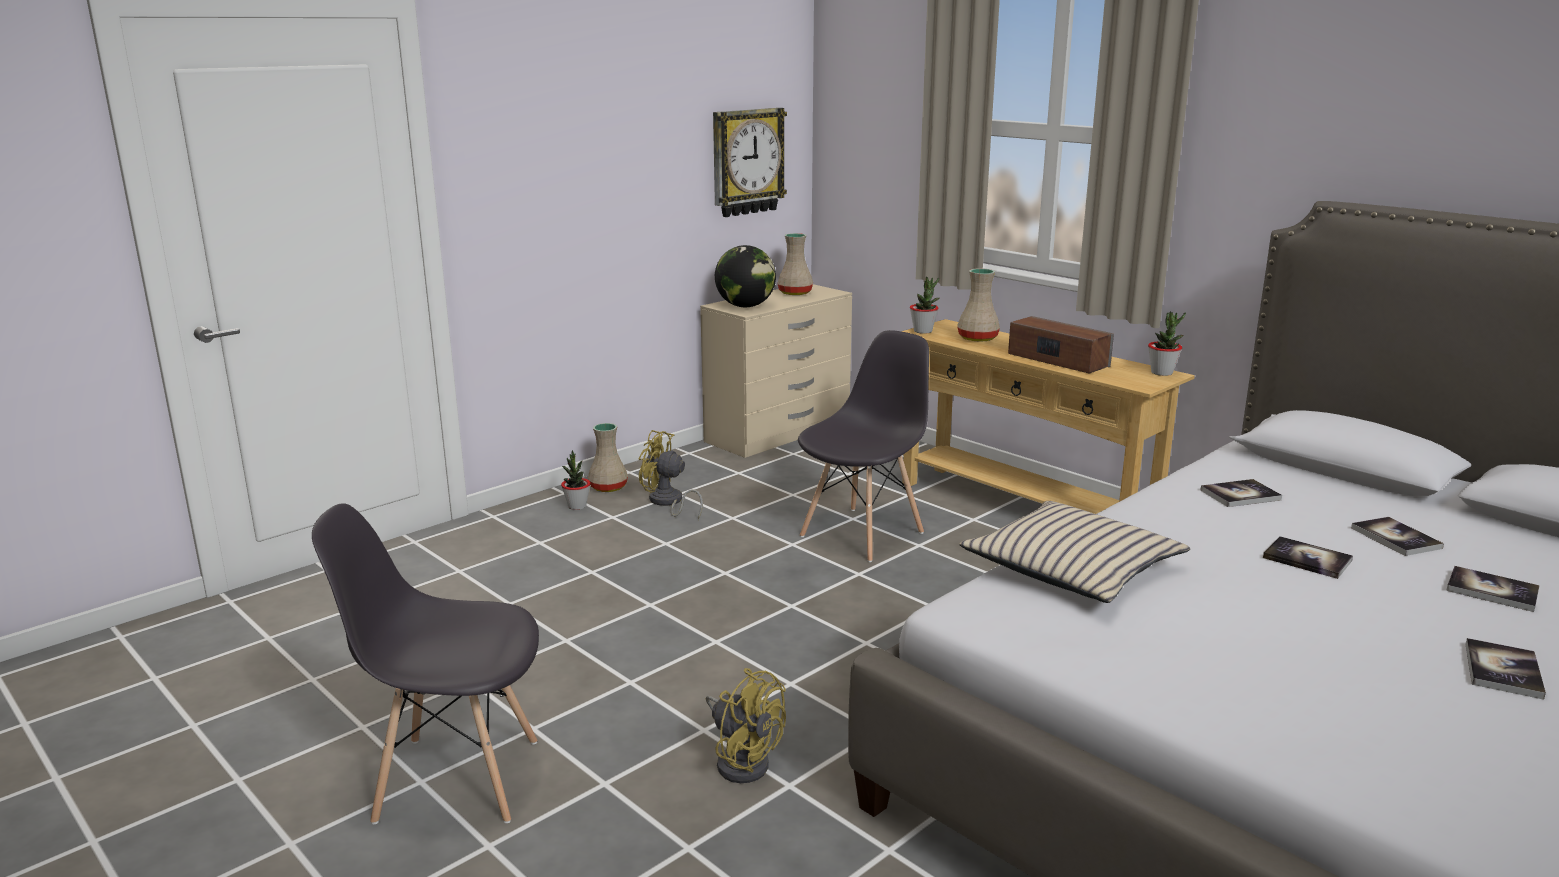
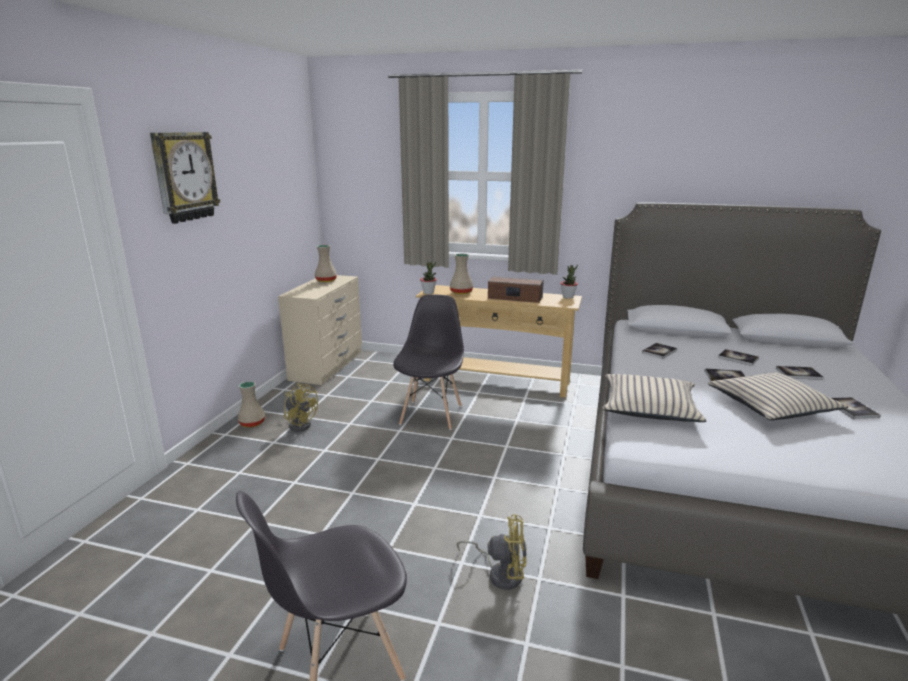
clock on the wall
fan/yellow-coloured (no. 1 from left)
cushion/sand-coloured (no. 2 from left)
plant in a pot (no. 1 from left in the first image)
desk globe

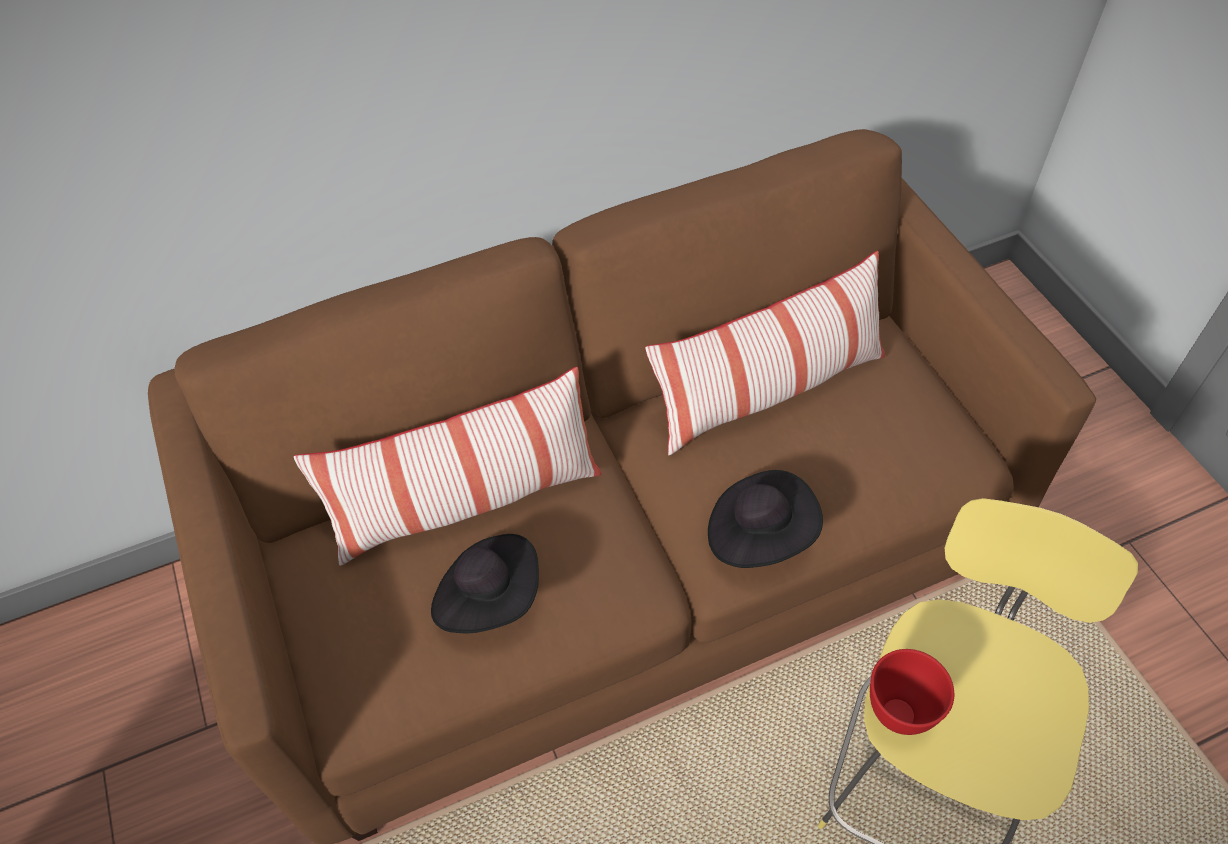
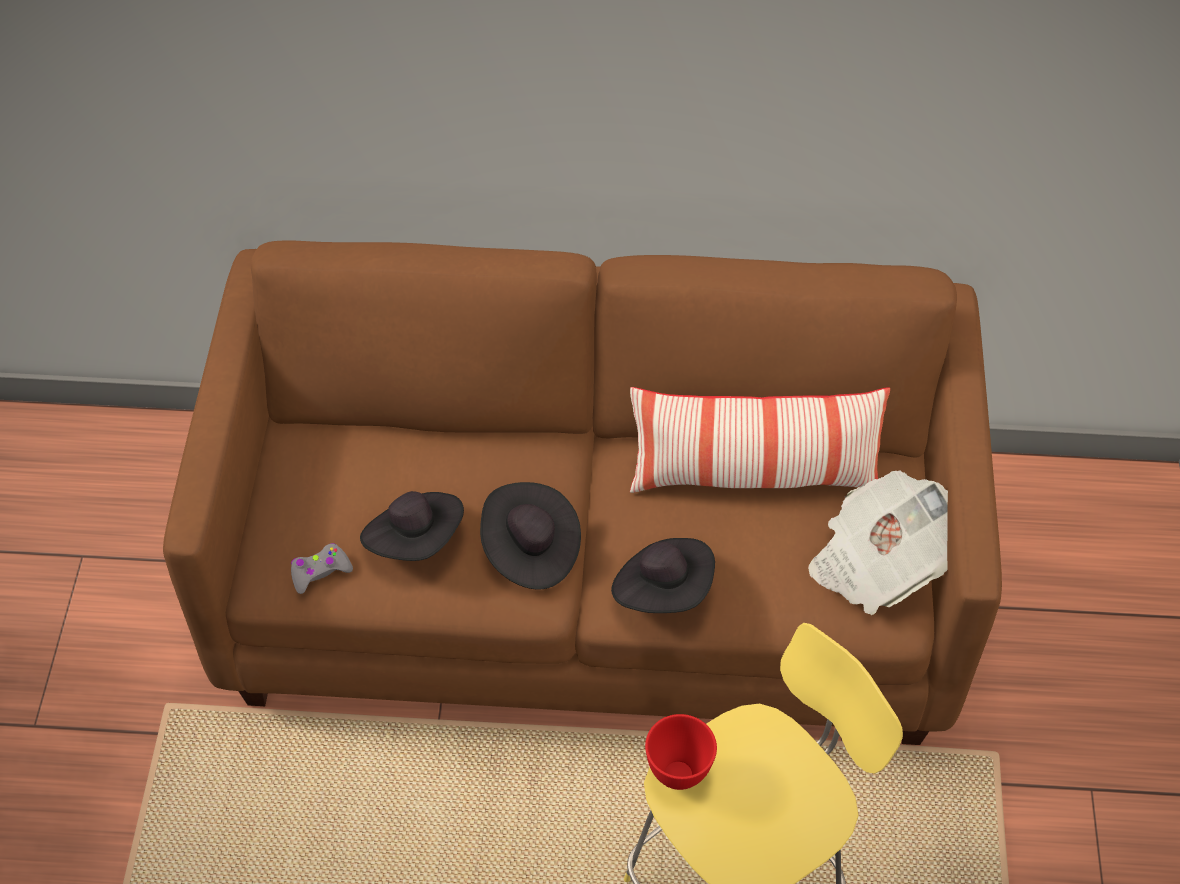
joypad/gray
clothing hat/black-coloured (no. 2 from left)
printed paper
cushion (no. 1 from left in the first image)

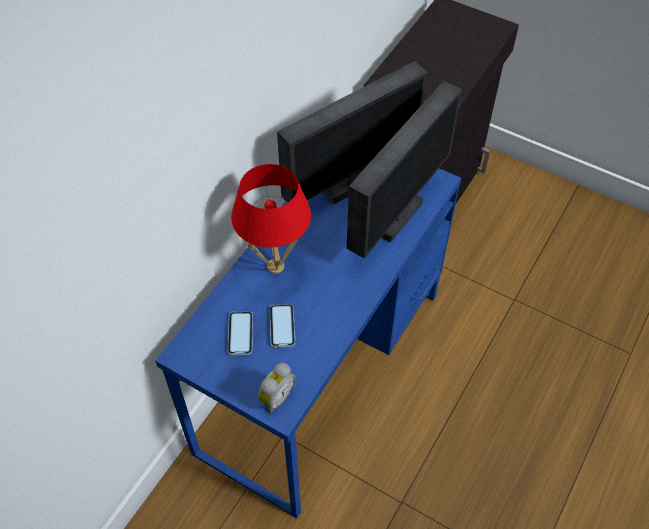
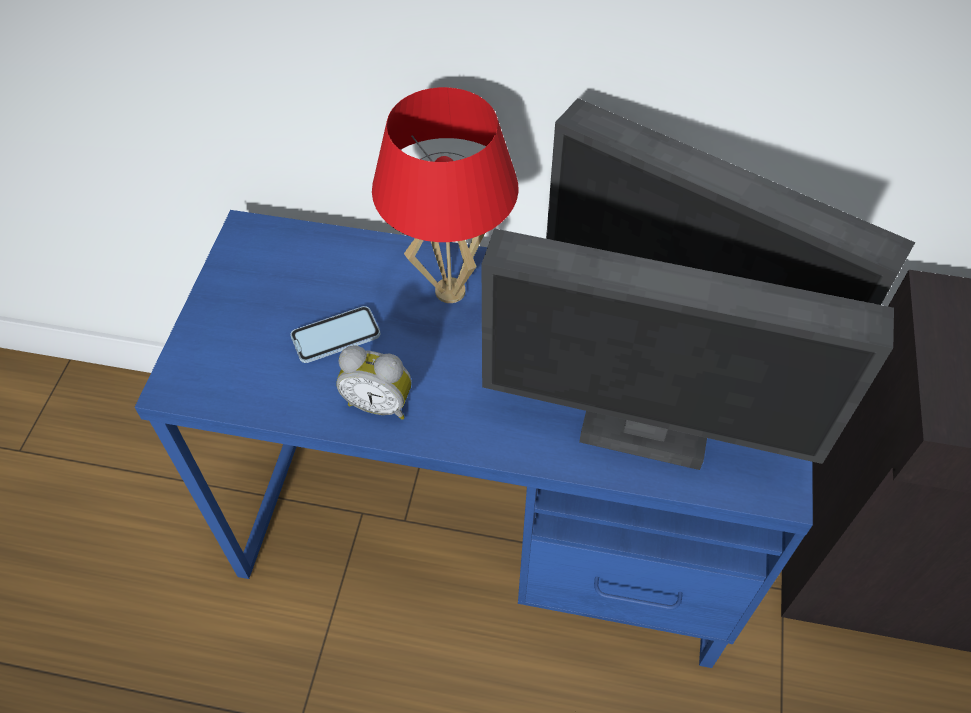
table clock
handset (no. 1 from left in the first image)

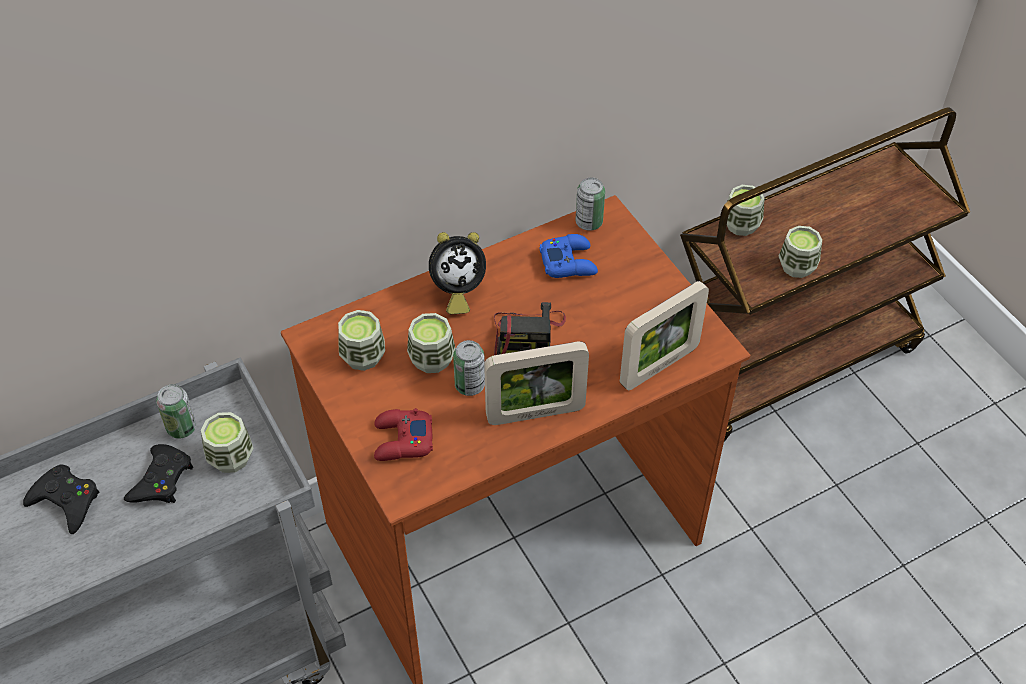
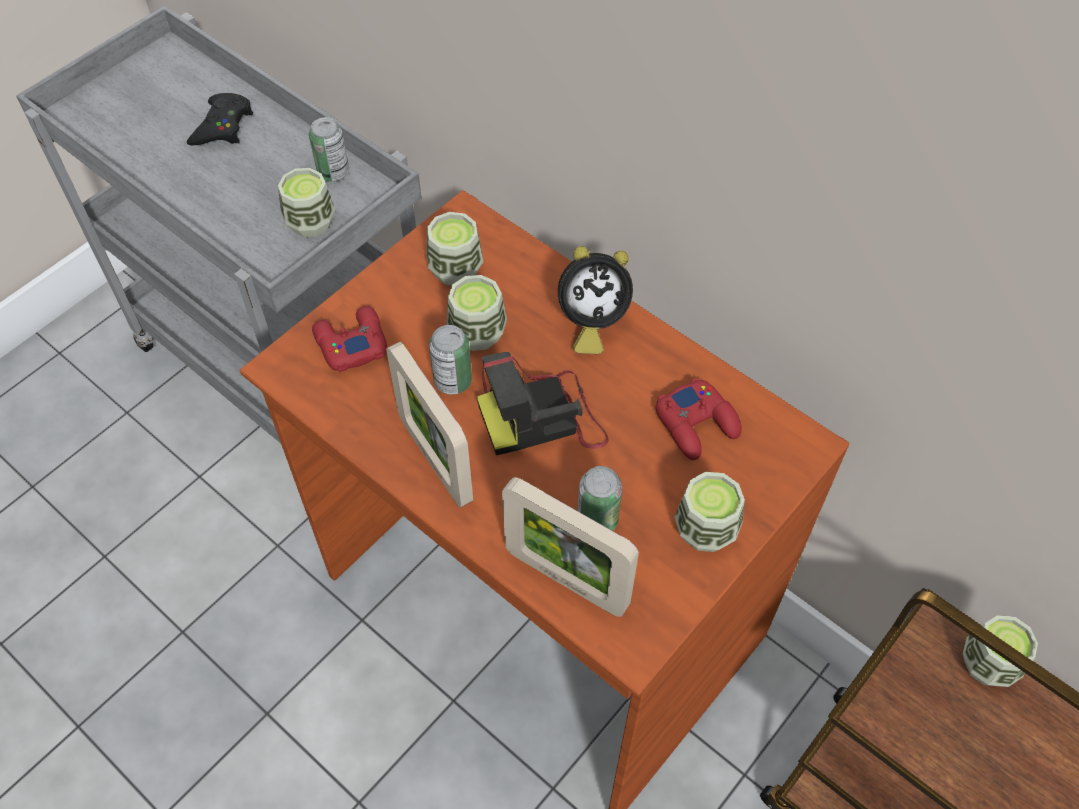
table clock
metal can (no. 3 from left)
joypad/reddish (no. 2 from left)
small cup (no. 4 from left)
joypad/black-coloured (no. 2 from left in the first image)

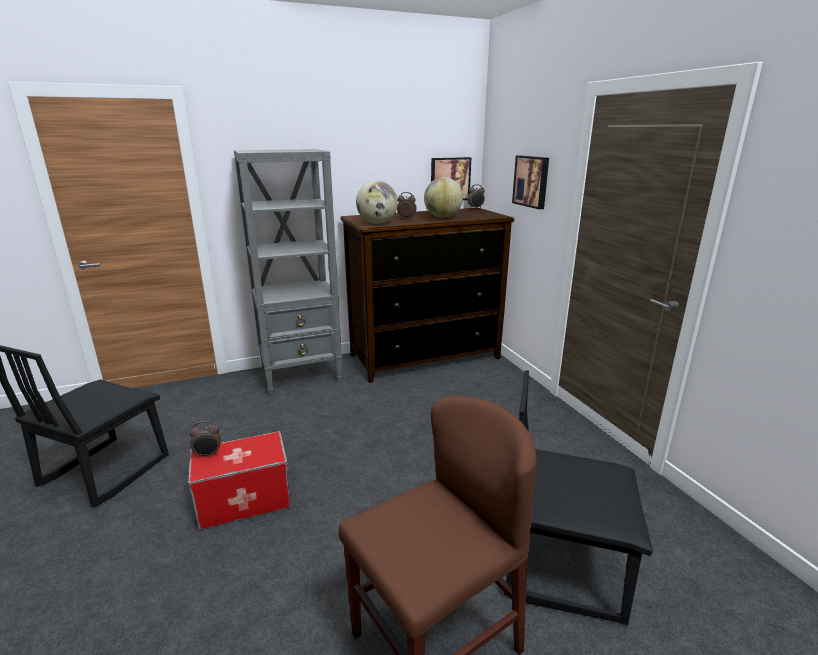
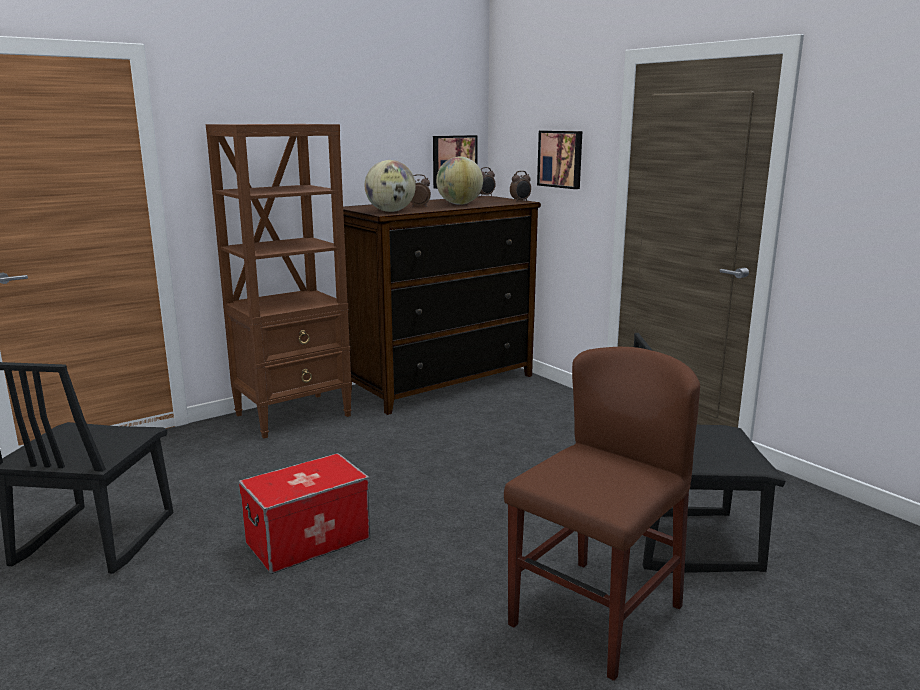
shelving unit/brown
table clock (no. 3 from left)

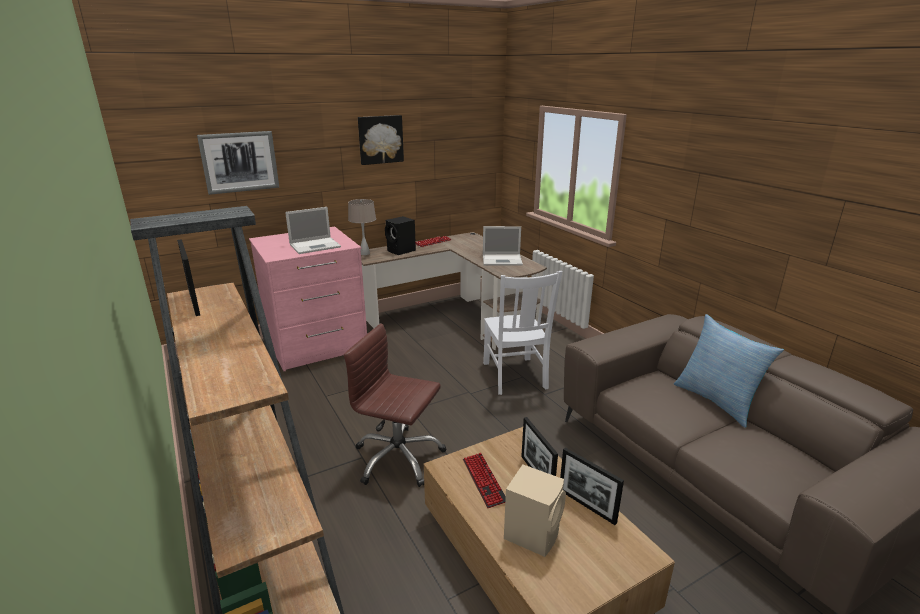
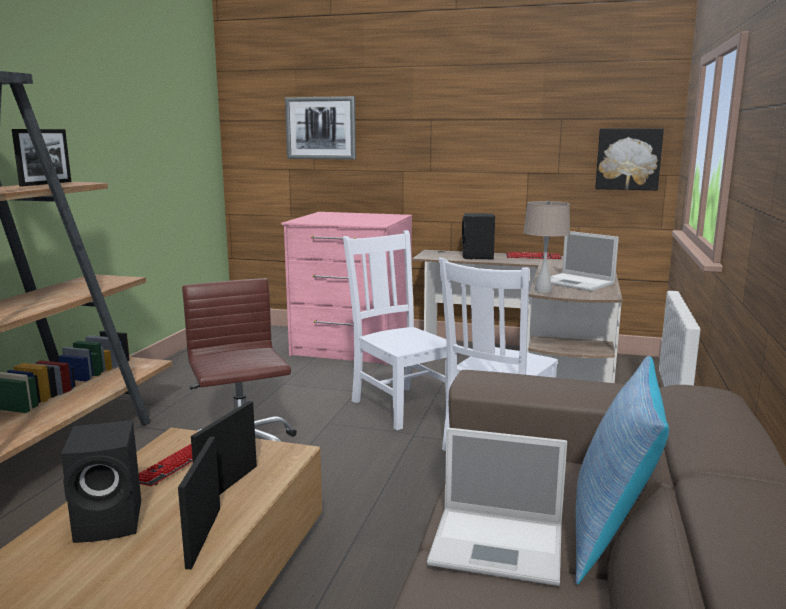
speaker/black-coloured (no. 1 from left)
plain chair/white (no. 1 from left)
portable computer (no. 1 from left)
tabletop lamp/sand-coloured
wall picture (no. 2 from left)

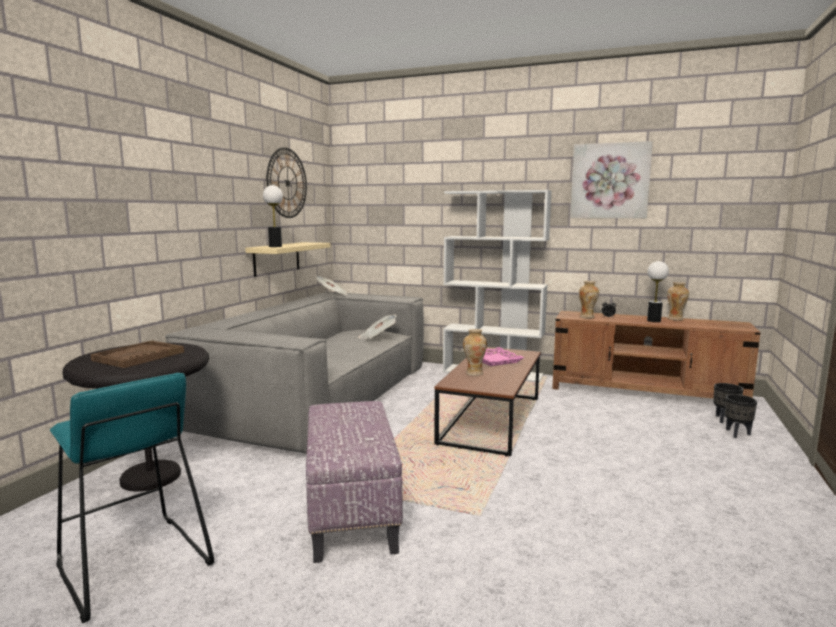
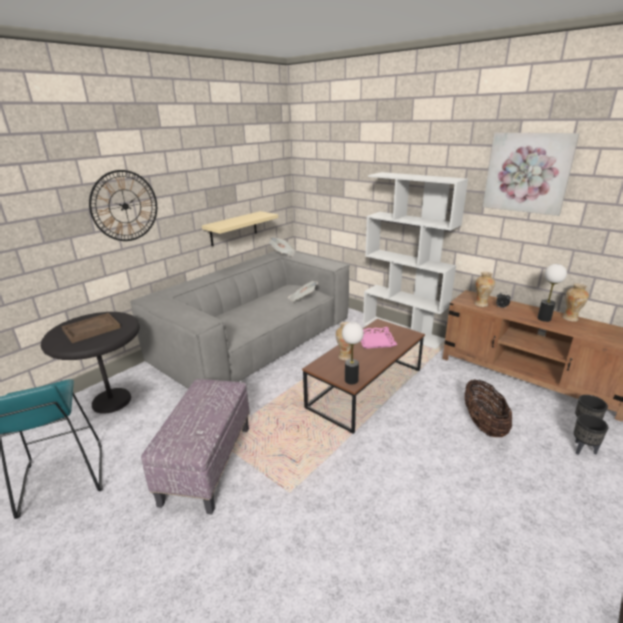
clock on the wall
tabletop lamp (no. 1 from left)
storage basket

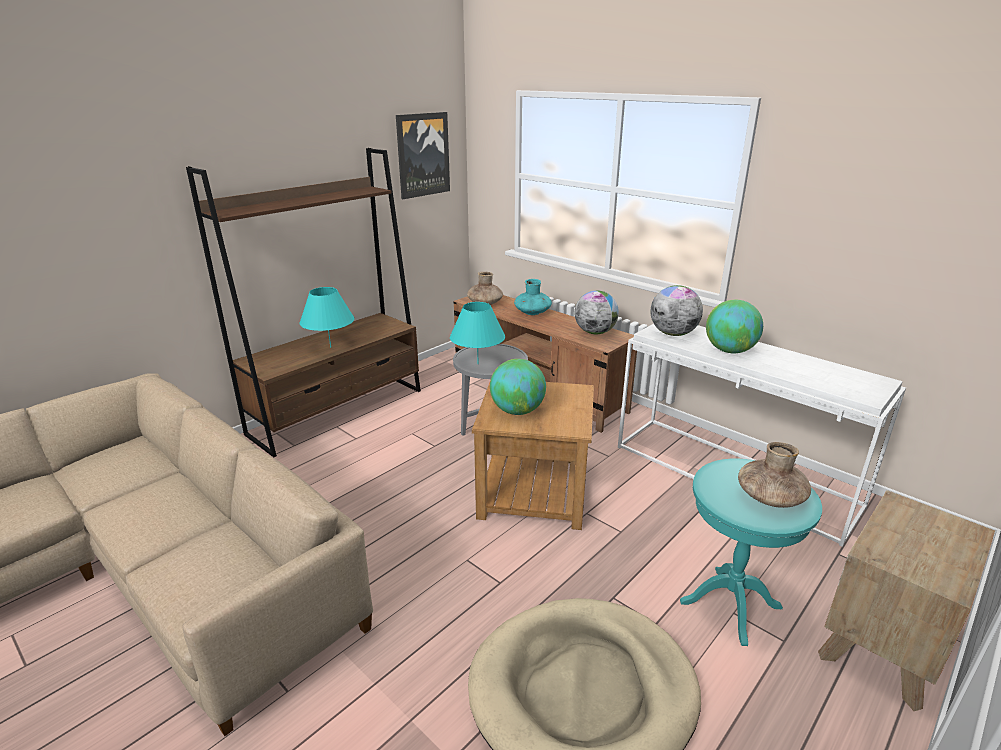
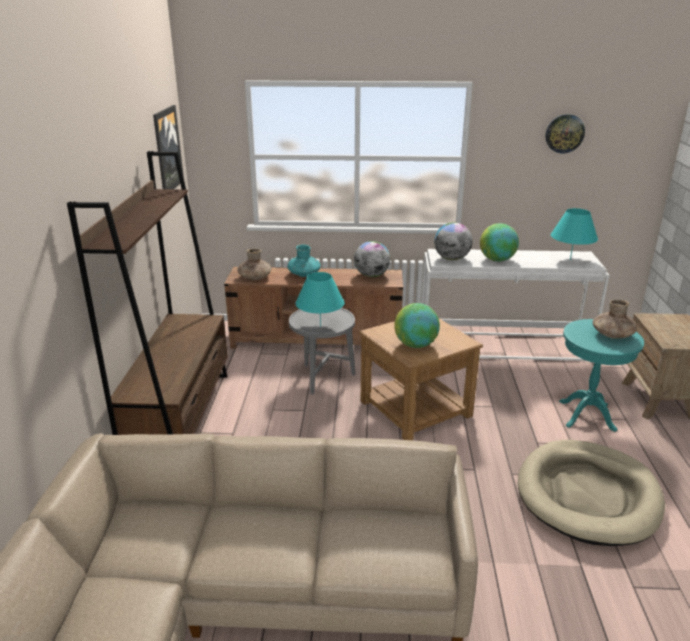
clock on the wall
tabletop lamp/blue-green (no. 2 from left)

